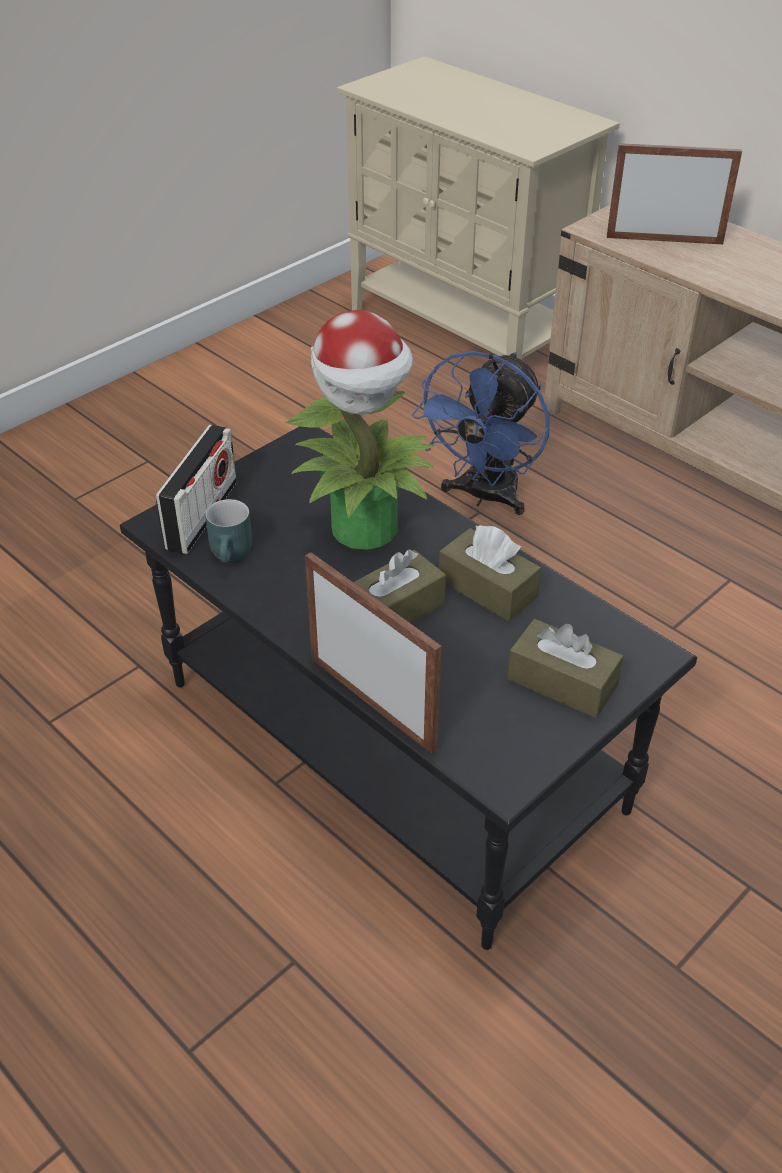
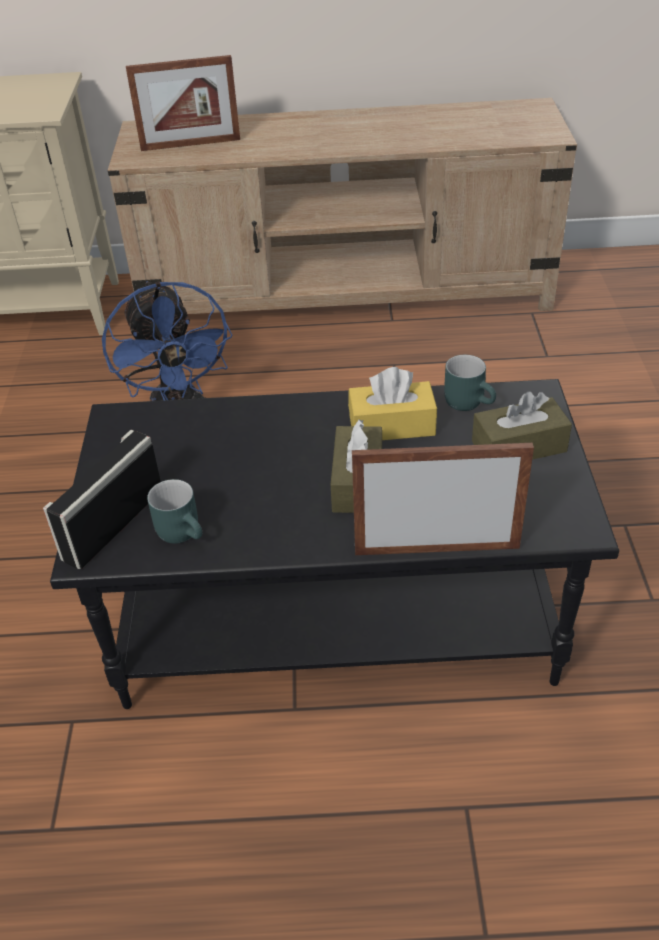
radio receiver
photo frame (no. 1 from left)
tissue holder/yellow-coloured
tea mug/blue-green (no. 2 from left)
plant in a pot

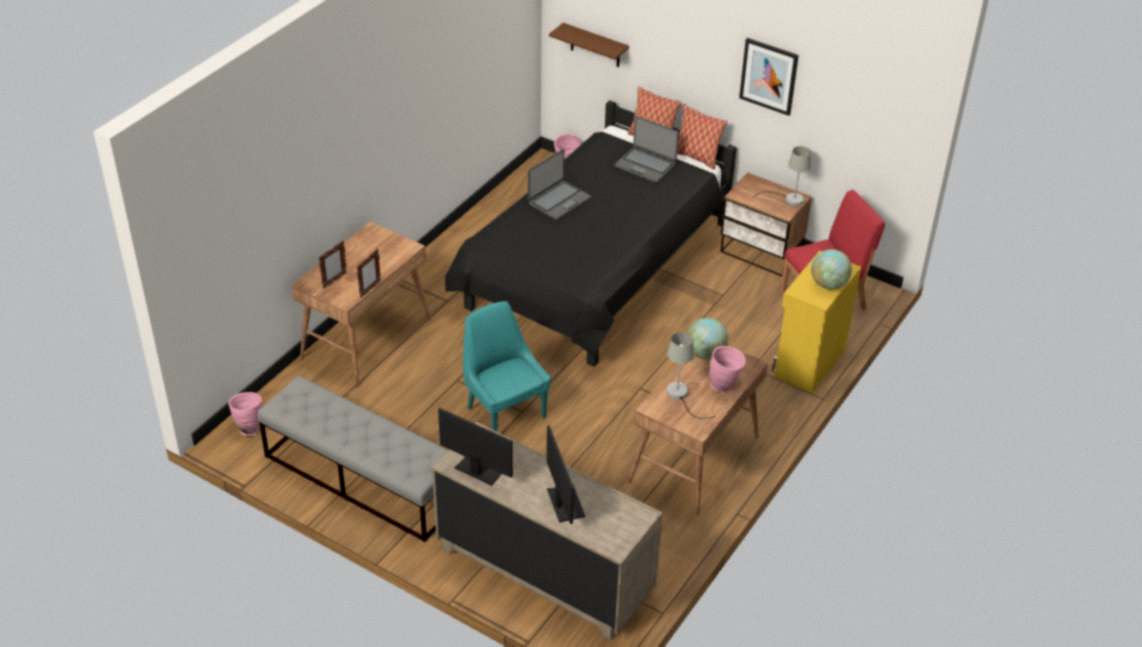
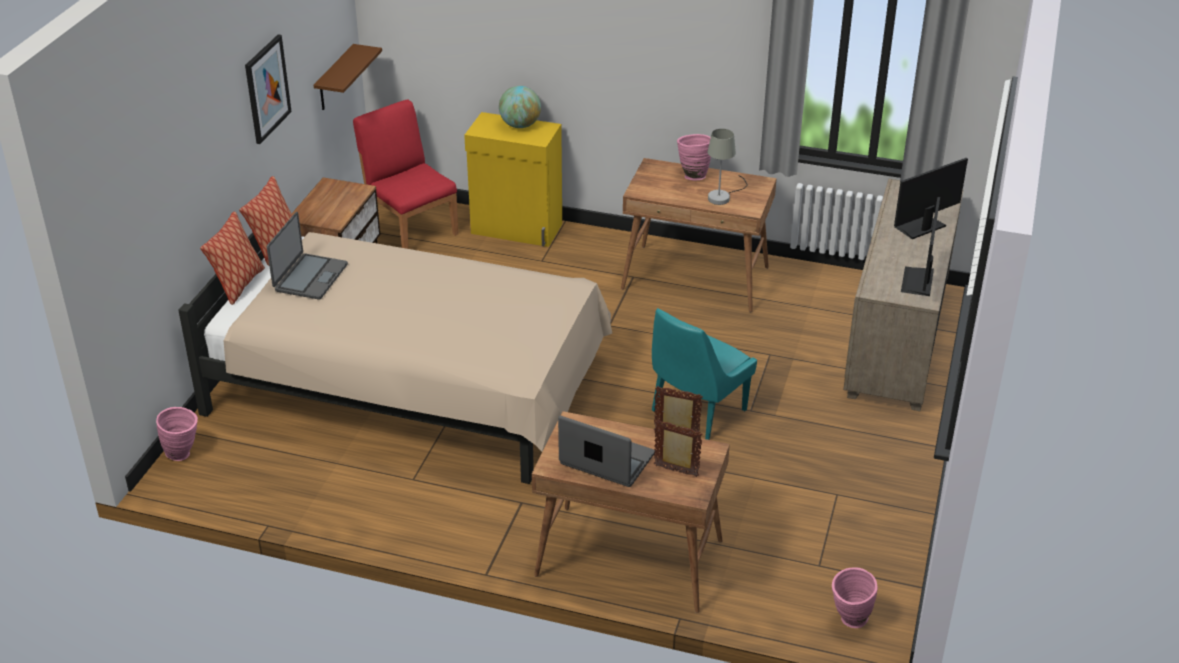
bed/sand-coloured
shelf/brown
portable computer (no. 2 from left)
bench/gray
desk globe (no. 1 from left in the first image)
tabletop lamp/gray (no. 2 from left in the first image)

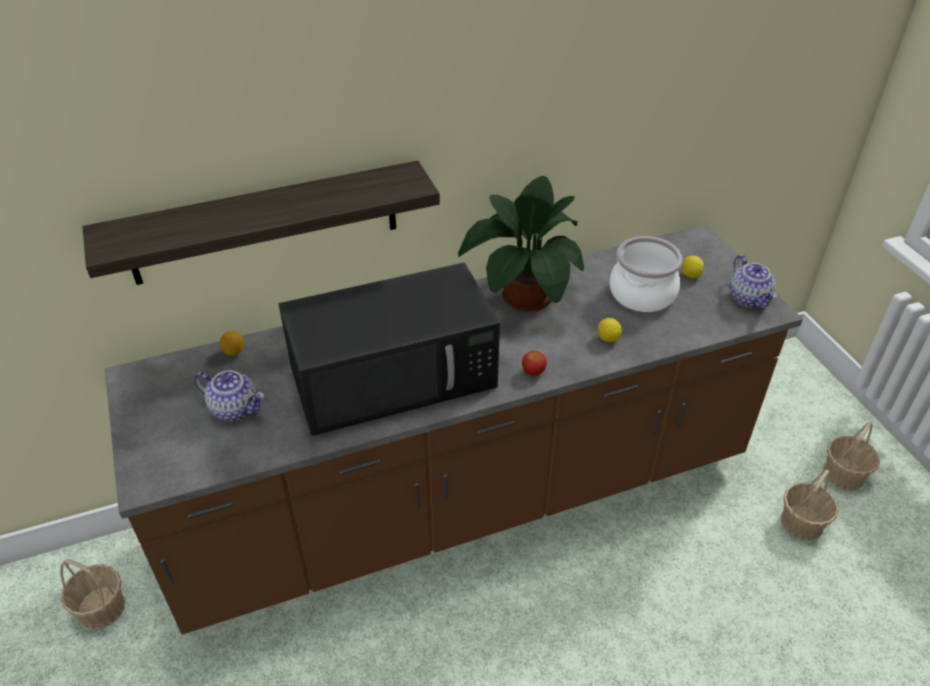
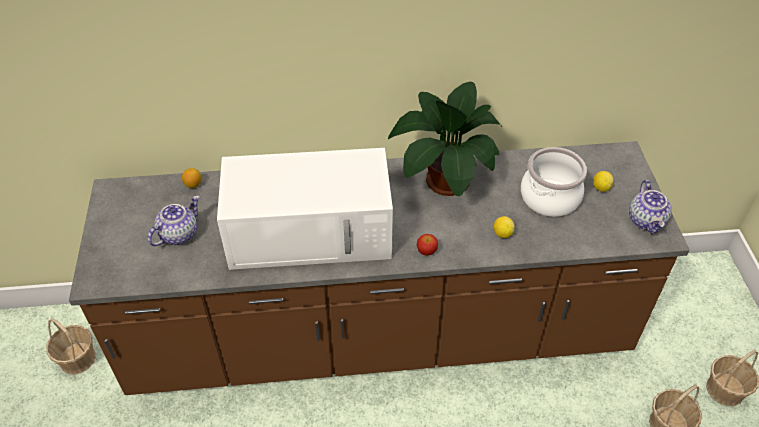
pot for tea (no. 1 from left)
kitchen microwave/white
shelf

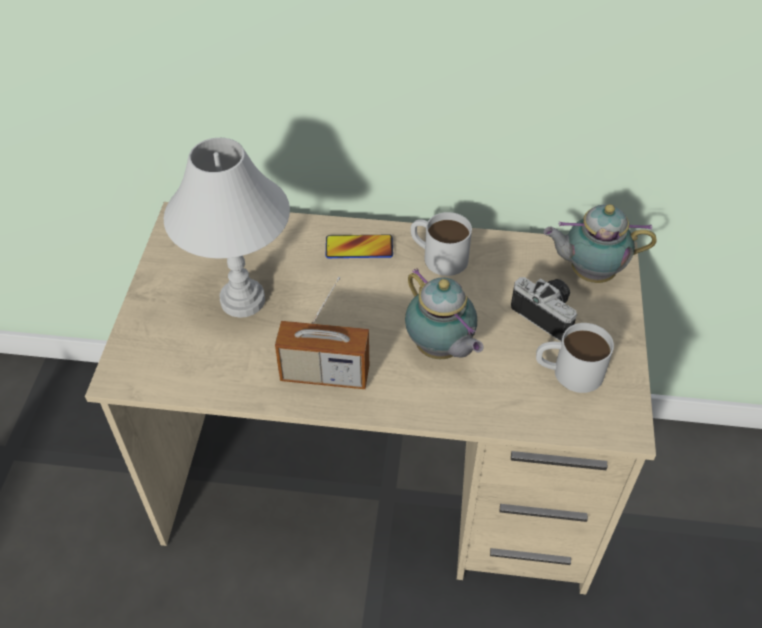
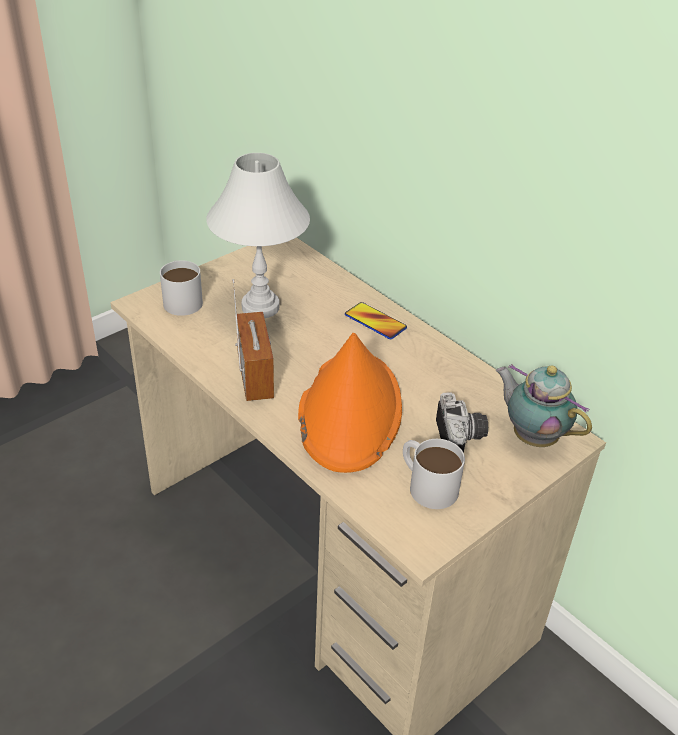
tea mug/white (no. 1 from left)
radio receiver
clothing hat/orangey

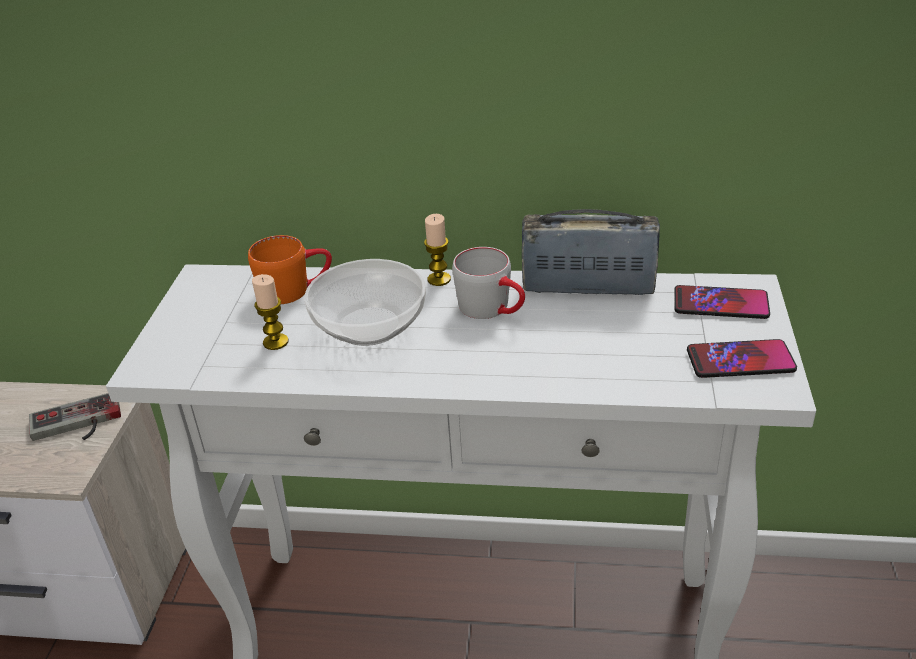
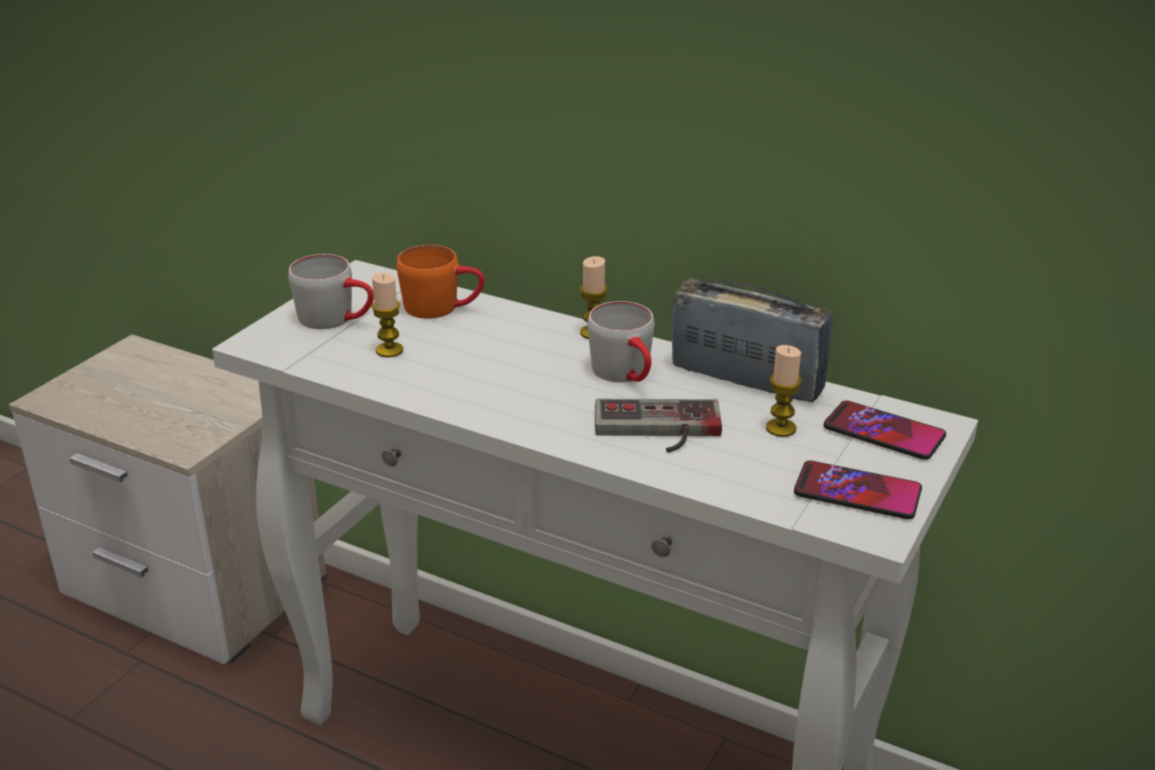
tea mug/gray (no. 1 from left)
joypad
wax light (no. 3 from left)
serving bowl

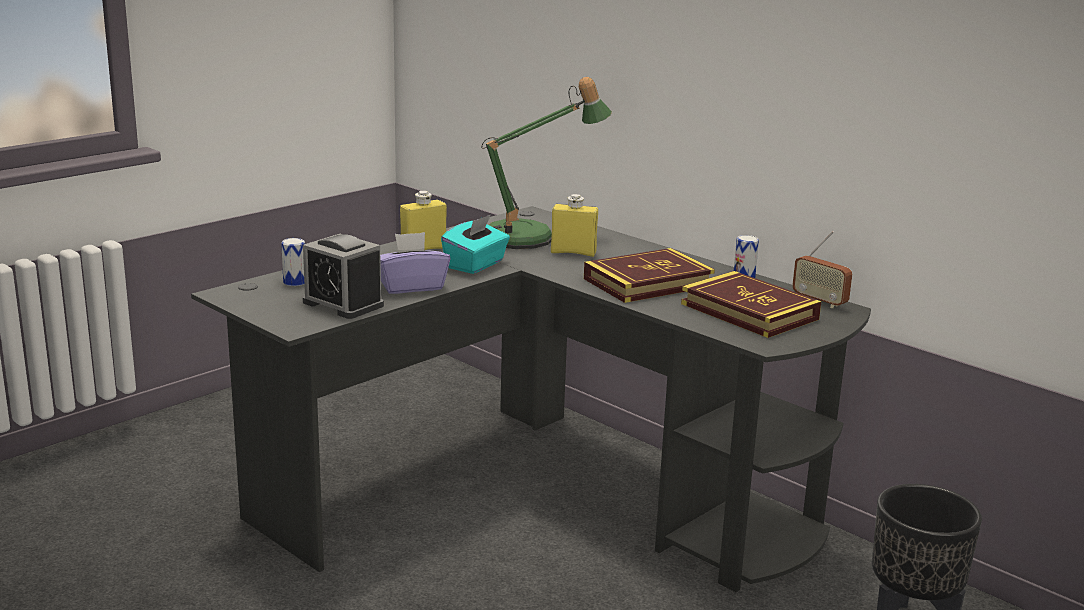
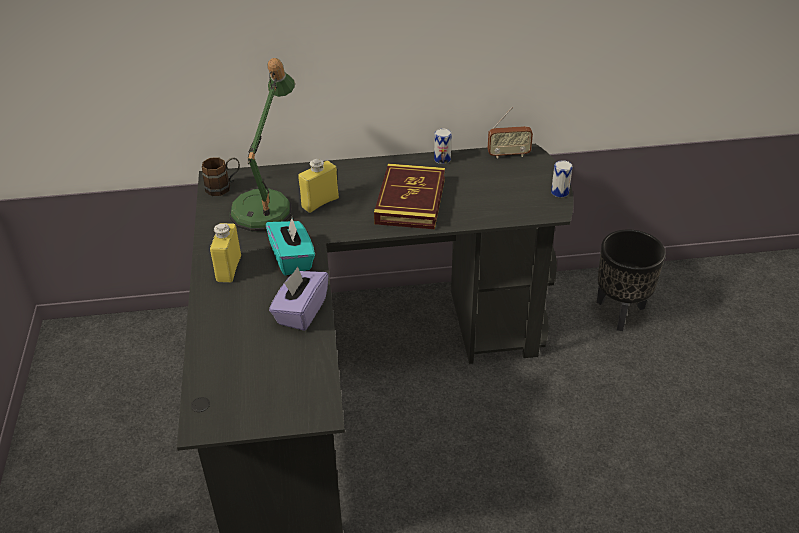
tea mug/brown
metal can (no. 2 from left)
table clock
volume (no. 2 from left in the first image)

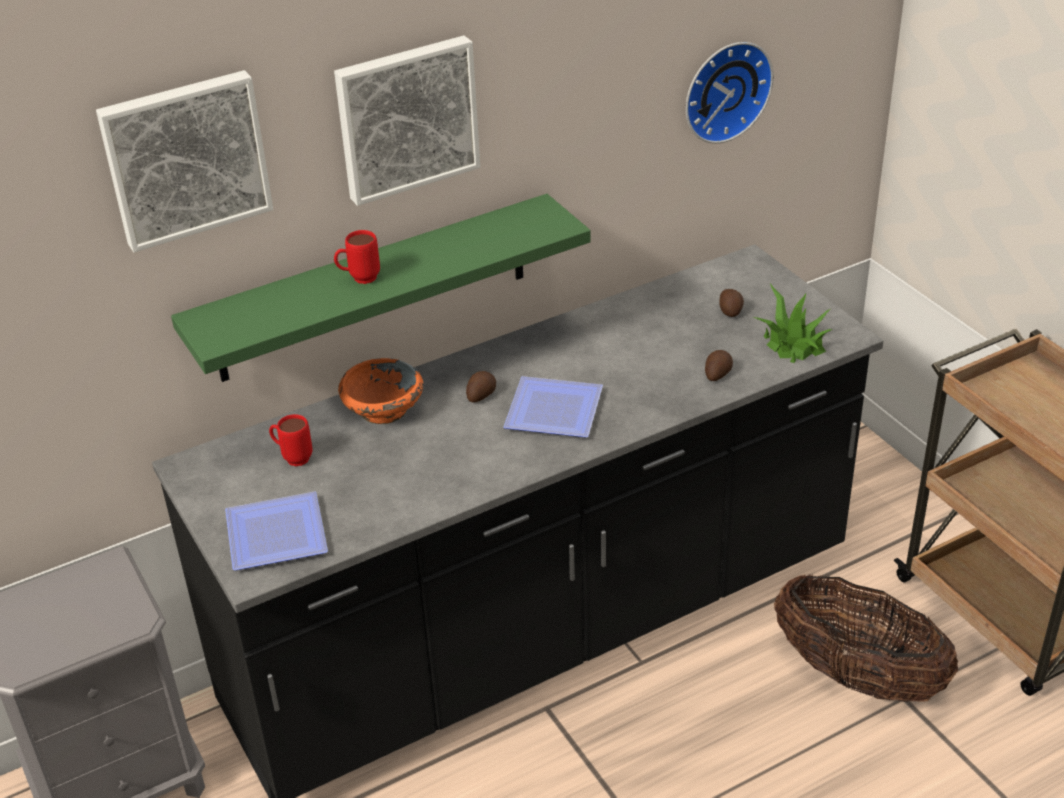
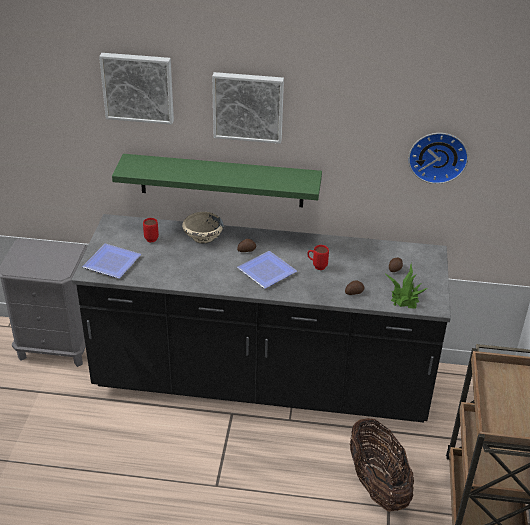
serving bowl/sand-coloured
tea mug/reddish (no. 2 from left)

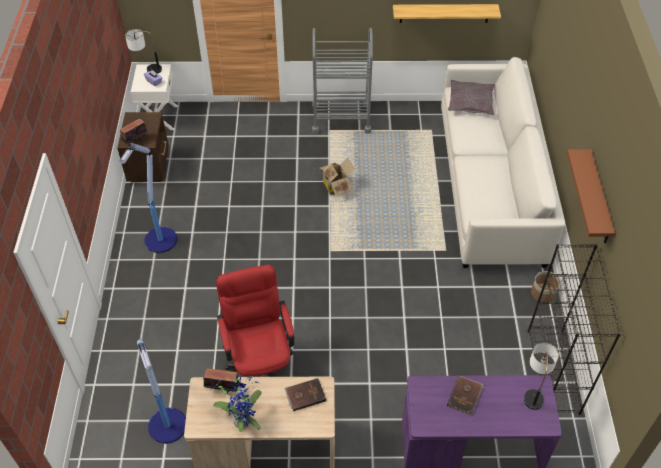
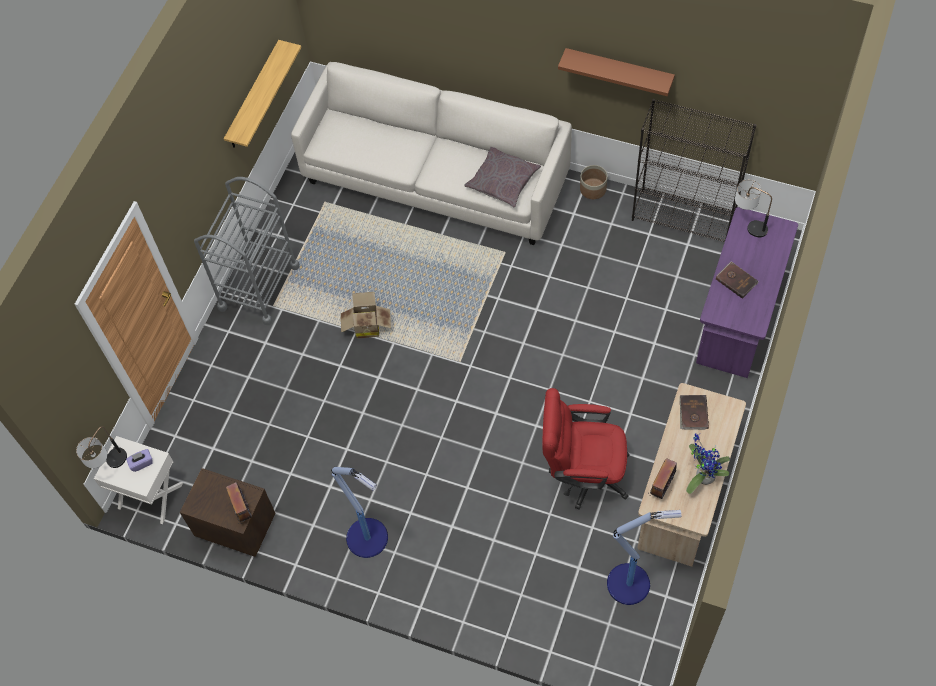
cushion/gray

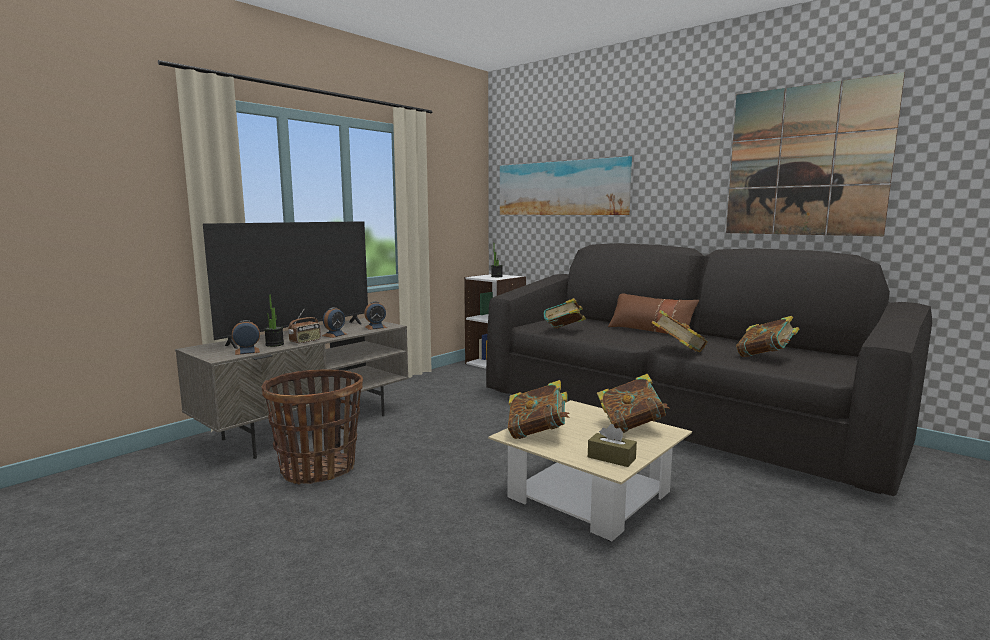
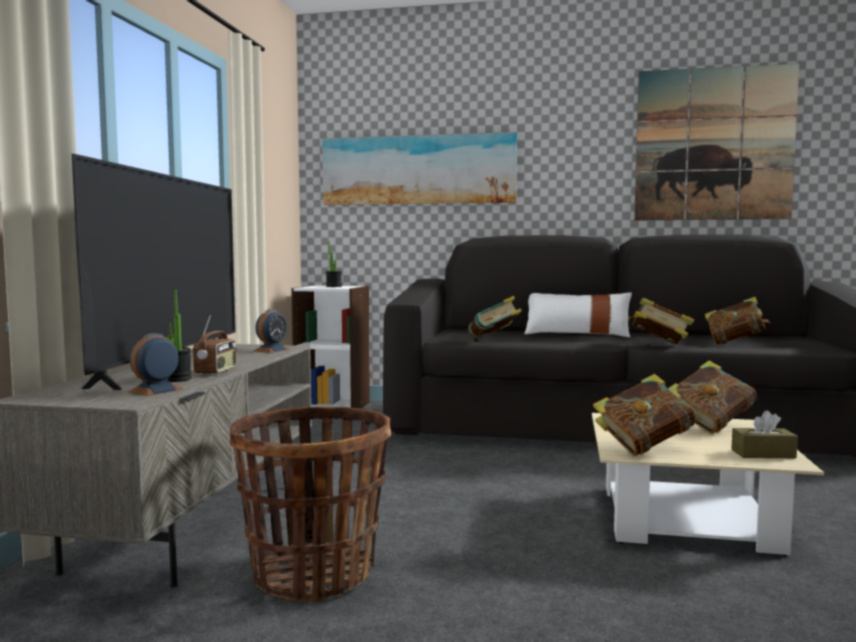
cushion/white
table clock (no. 2 from left in the first image)

